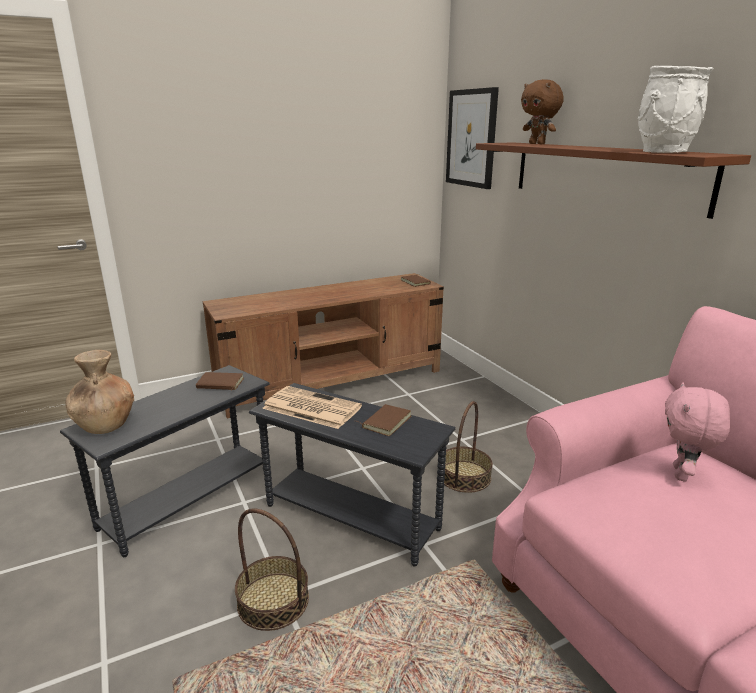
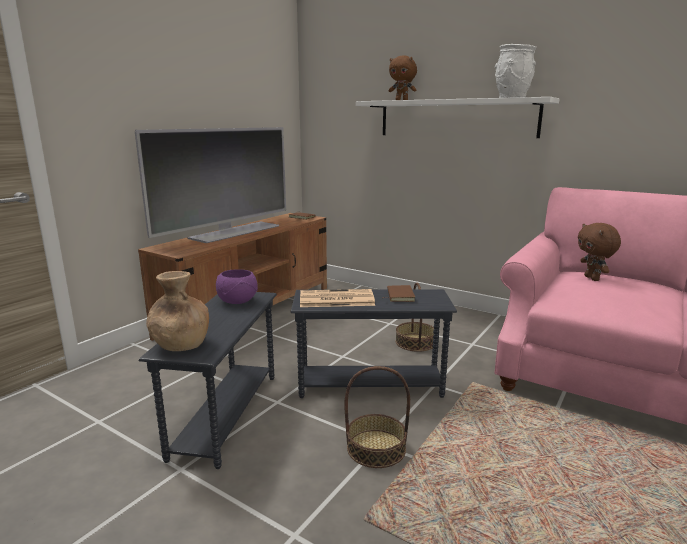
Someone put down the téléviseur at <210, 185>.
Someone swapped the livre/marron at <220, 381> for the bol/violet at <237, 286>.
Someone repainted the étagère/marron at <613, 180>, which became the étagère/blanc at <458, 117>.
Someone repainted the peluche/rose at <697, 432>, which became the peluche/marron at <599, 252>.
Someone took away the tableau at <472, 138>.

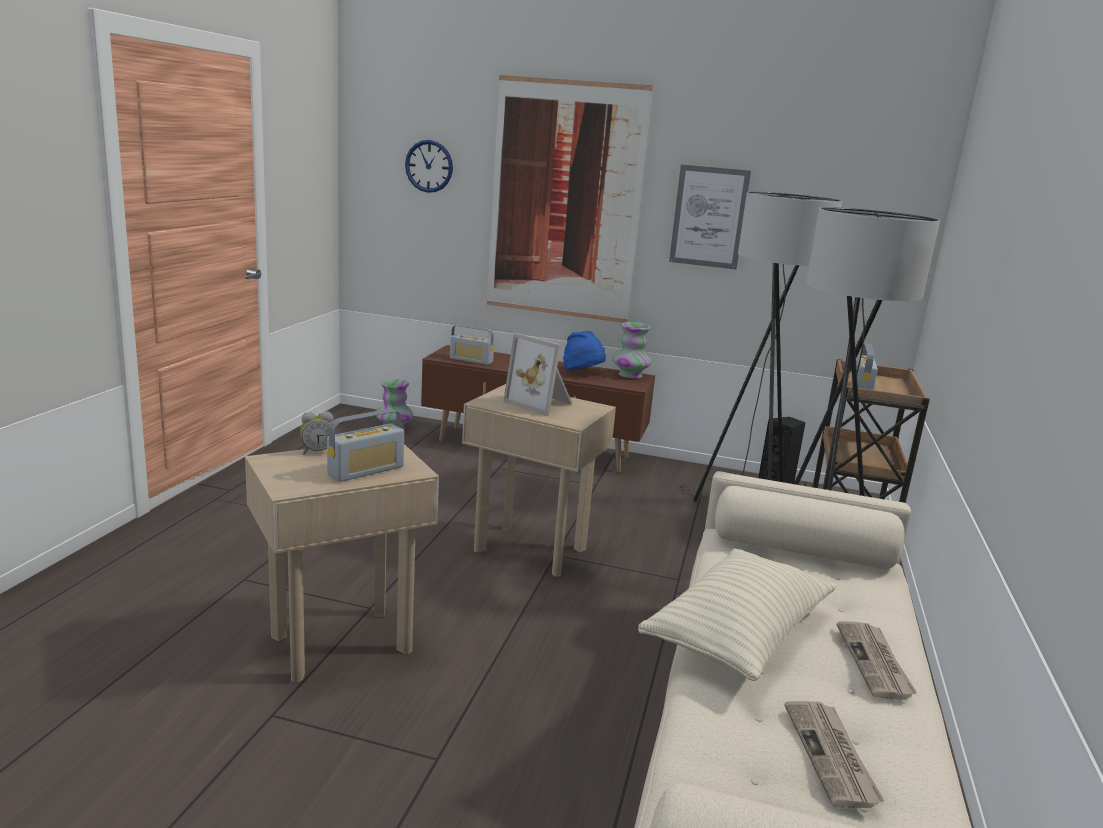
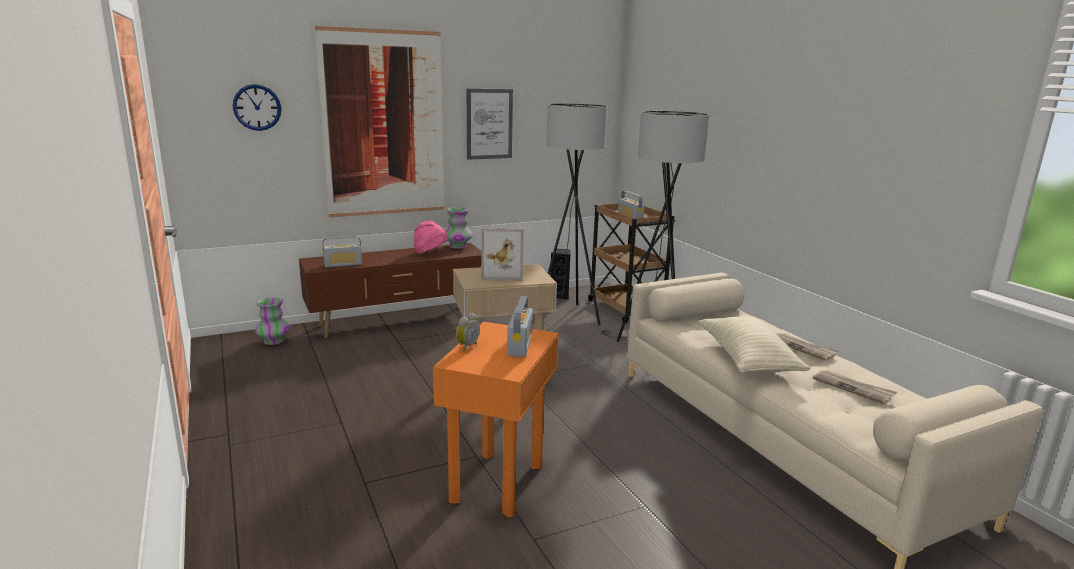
Someone repainted the chapeau/bleu at <584, 350>, which became the chapeau/rose at <430, 237>.
Someone repainted the table d'appoint/beige at <342, 563>, which became the table d'appoint/orange at <496, 419>.

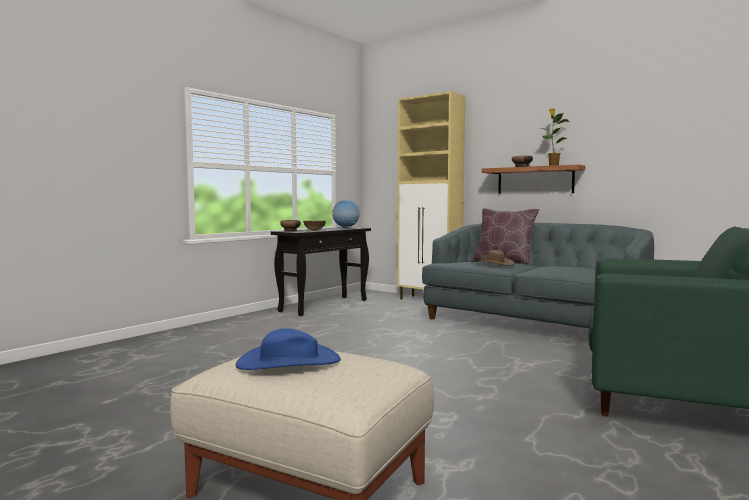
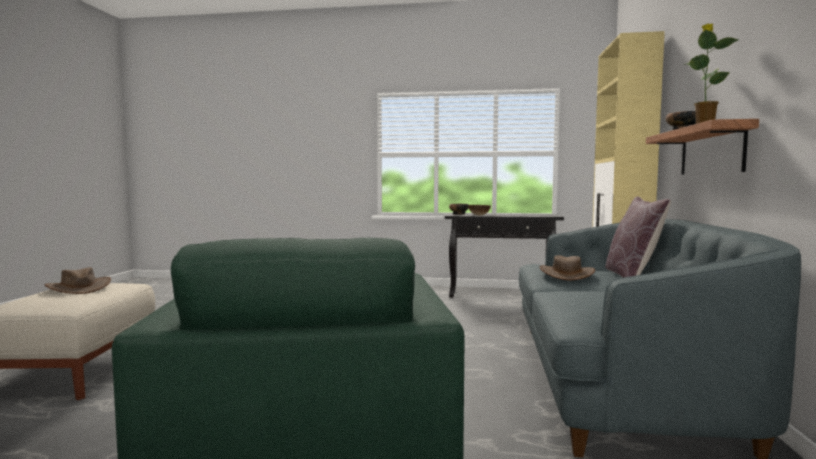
Someone repainted the chapeau/bleu at <288, 349>, which became the chapeau/marron at <77, 280>.
Someone took away the globe at <346, 214>.

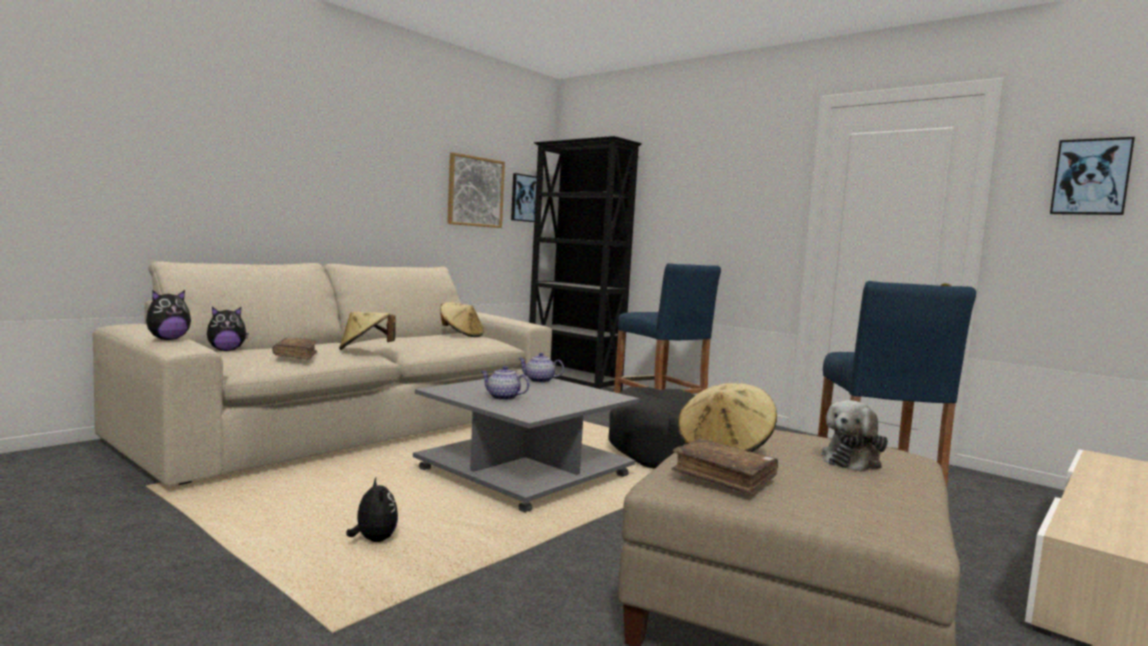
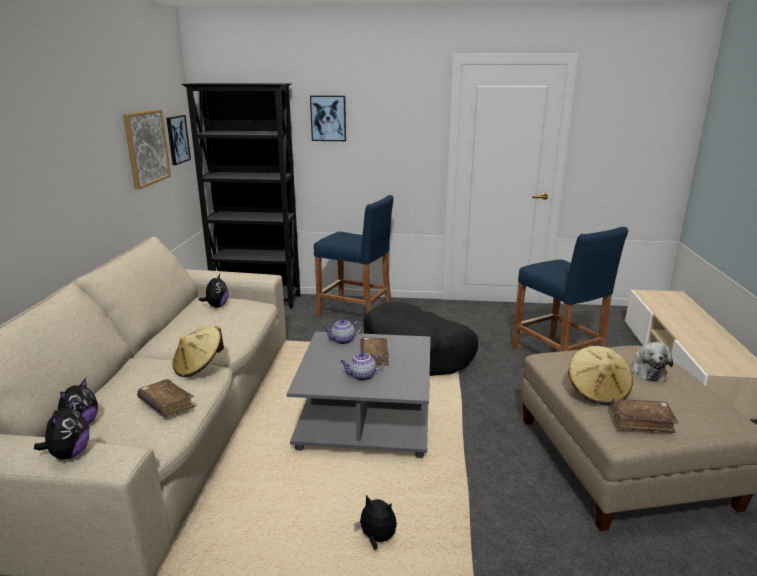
Someone swapped the chapeau/beige at <462, 319> for the peluche at <214, 290>.
Someone carried the tableau from <1092, 176> to <328, 118>.
Someone put down the livre/marron at <375, 351>.

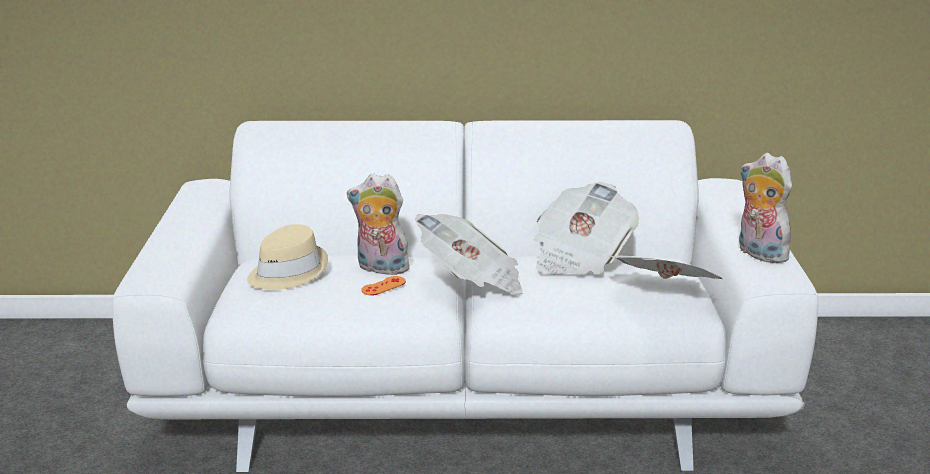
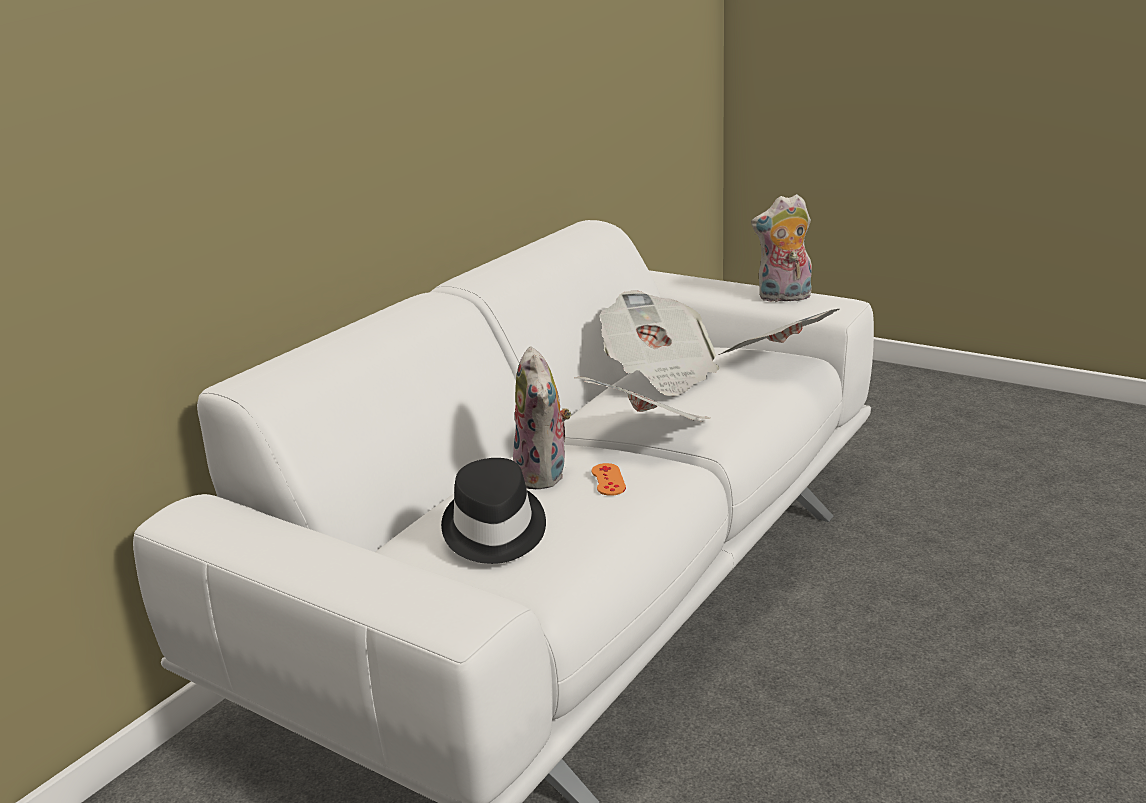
Someone repainted the chapeau/beige at <287, 257>, which became the chapeau/noir at <493, 511>.
Someone rotated the peluche at <380, 224> by 60 degrees counterclockwise.

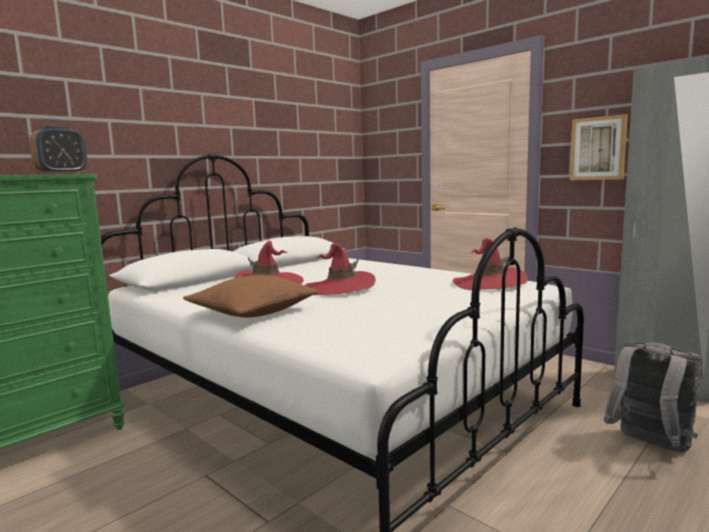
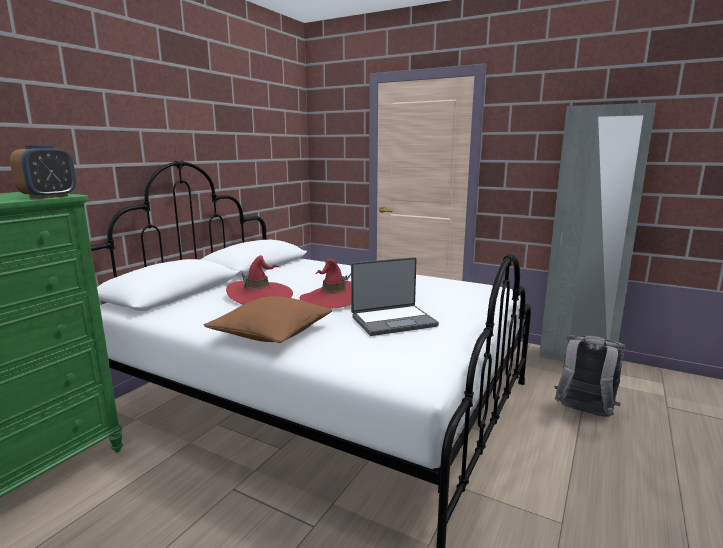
Someone put down the ordinateur portable at <395, 296>.
Someone took away the chapeau/rouge at <490, 264>.
Someone took away the tableau at <599, 147>.

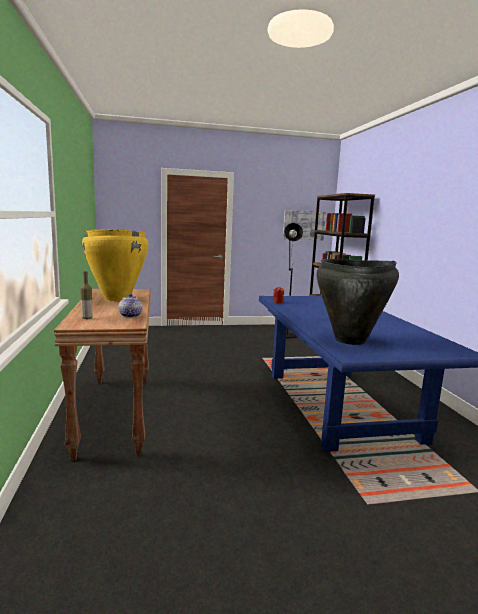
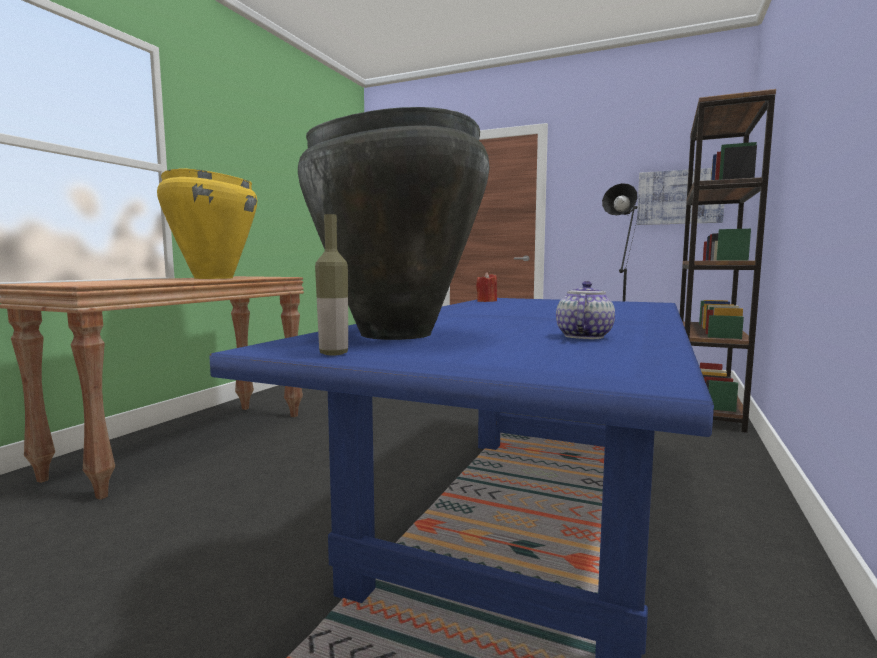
Someone carried the bouteille from <86, 295> to <331, 285>.
Someone carried the théière from <130, 306> to <585, 310>.

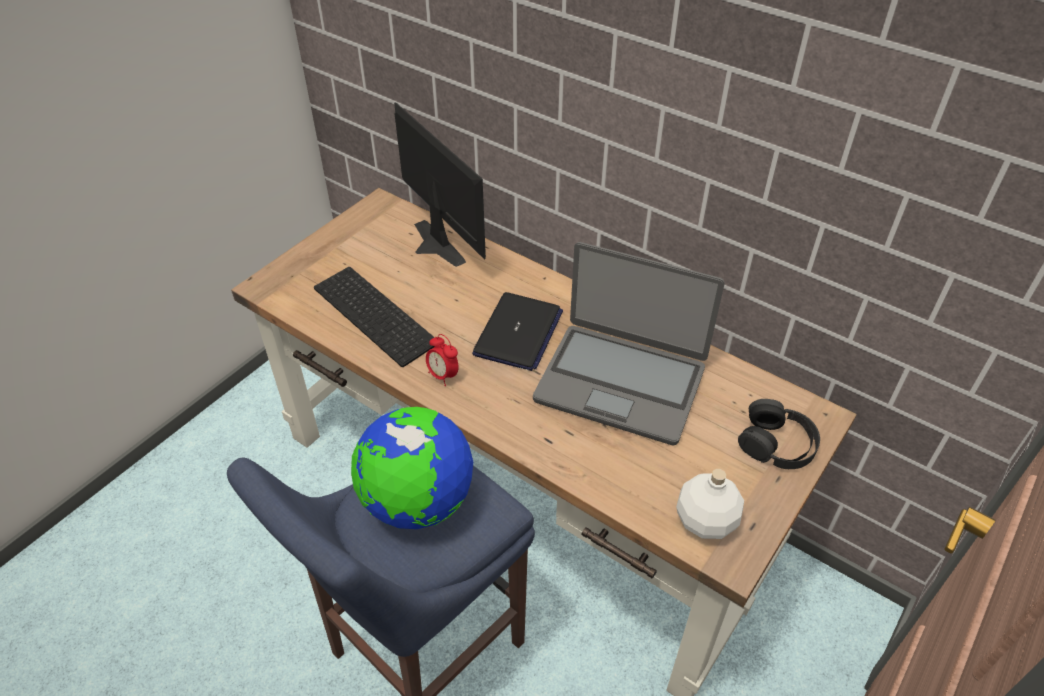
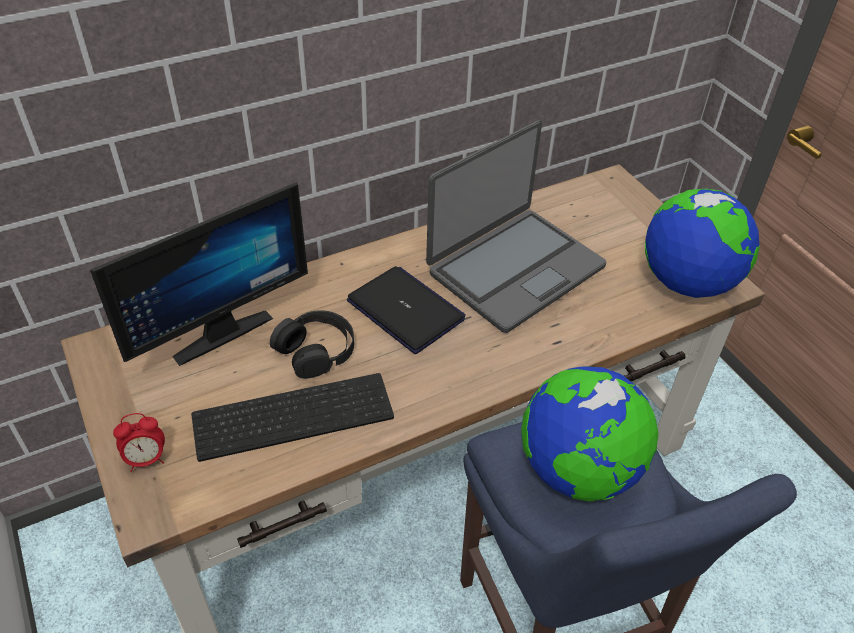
Someone rotated the écran d'ordinateur at <440, 184> by 150 degrees clockwise.
Someone carried the réveil from <442, 360> to <139, 442>.
Someone carried the casque audio/noir from <779, 434> to <312, 344>.
Someone swapped the bouteille/blanc at <710, 504> for the globe at <702, 243>.

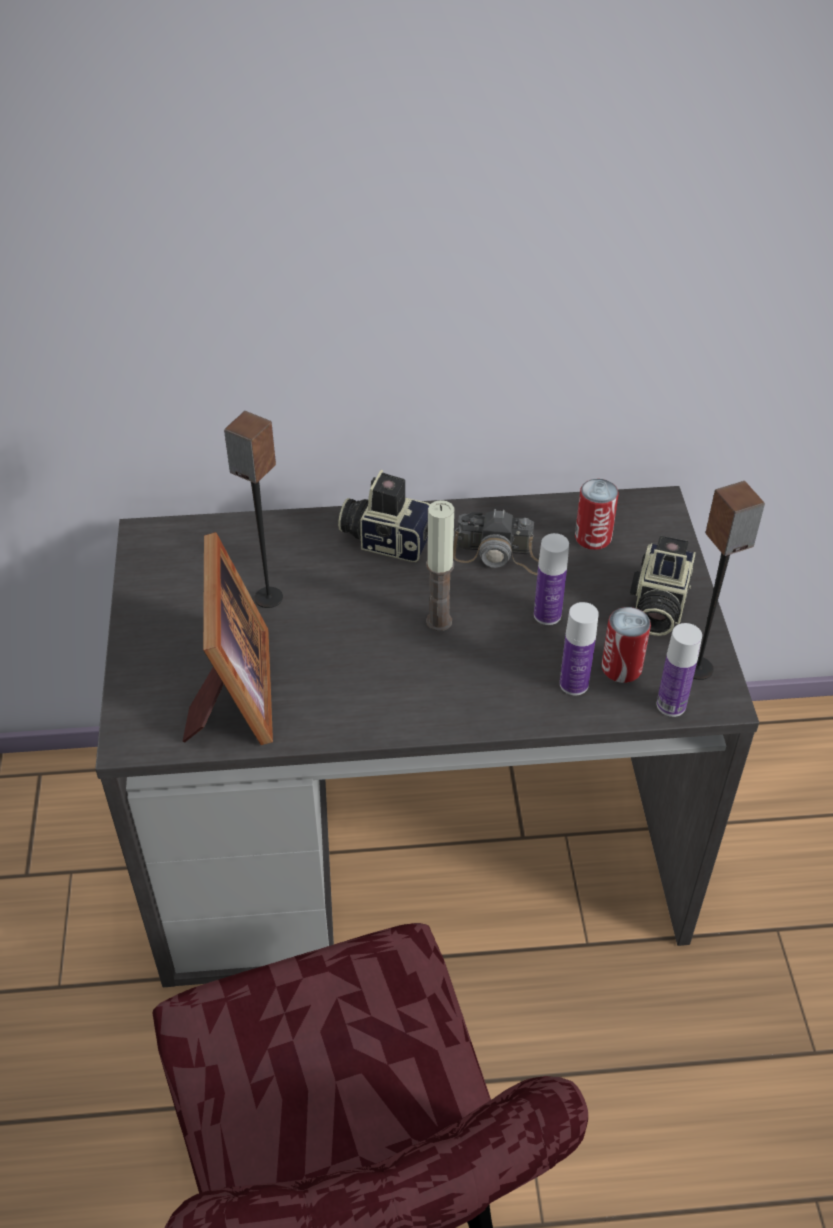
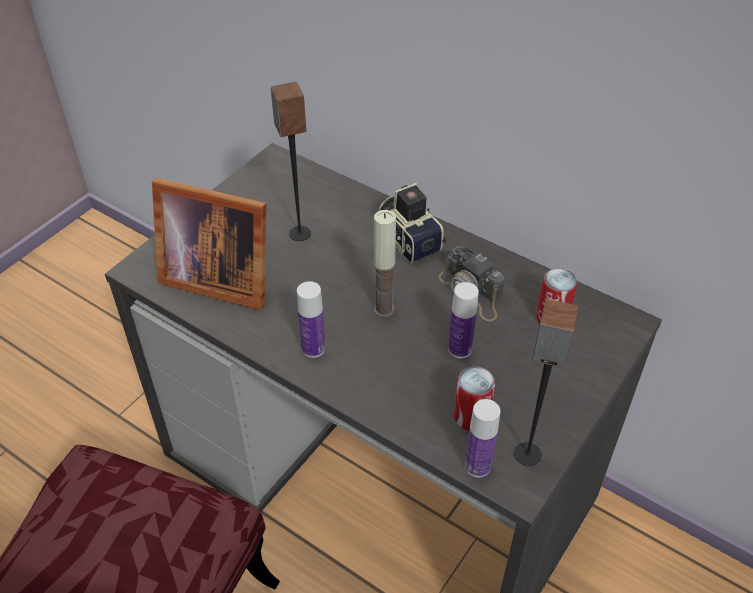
Someone rotated the cadre photo at <227, 638> by 75 degrees clockwise.
Someone carried the bouteille from <579, 648> to <311, 319>.
Someone took away the appareil photo at <663, 586>.

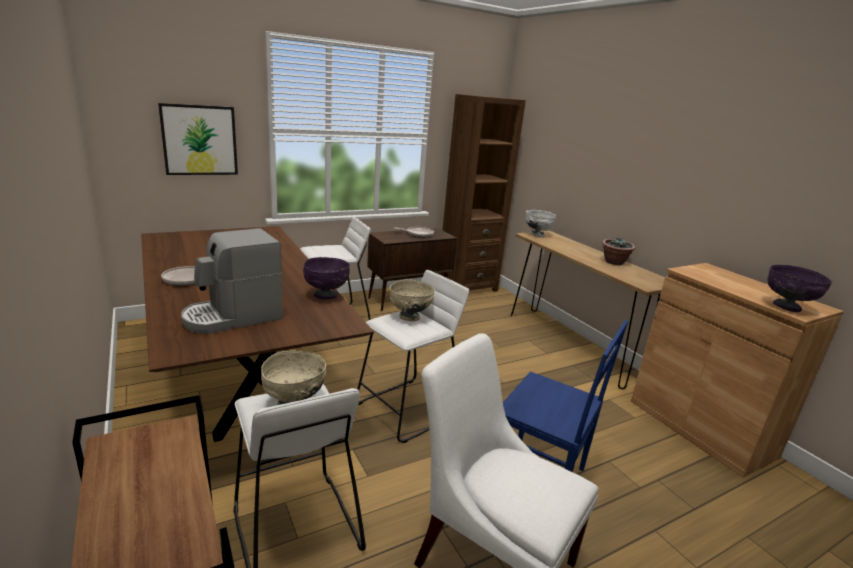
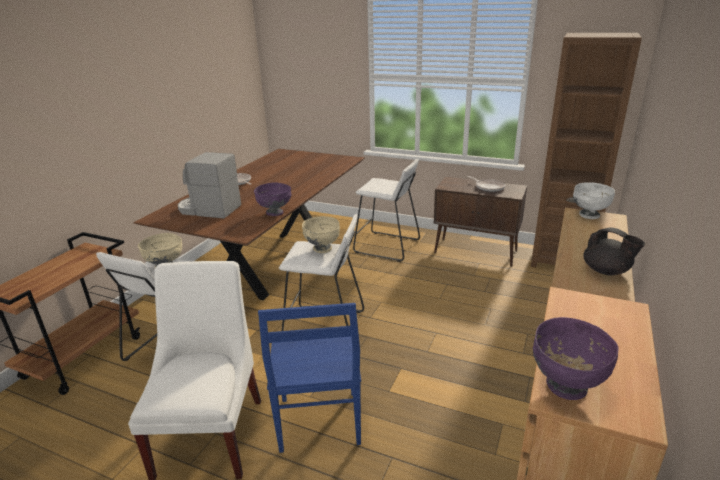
Someone swapped the plante en pot at <618, 251> for the théière/noir at <614, 251>.
Someone took away the tableau at <198, 139>.

